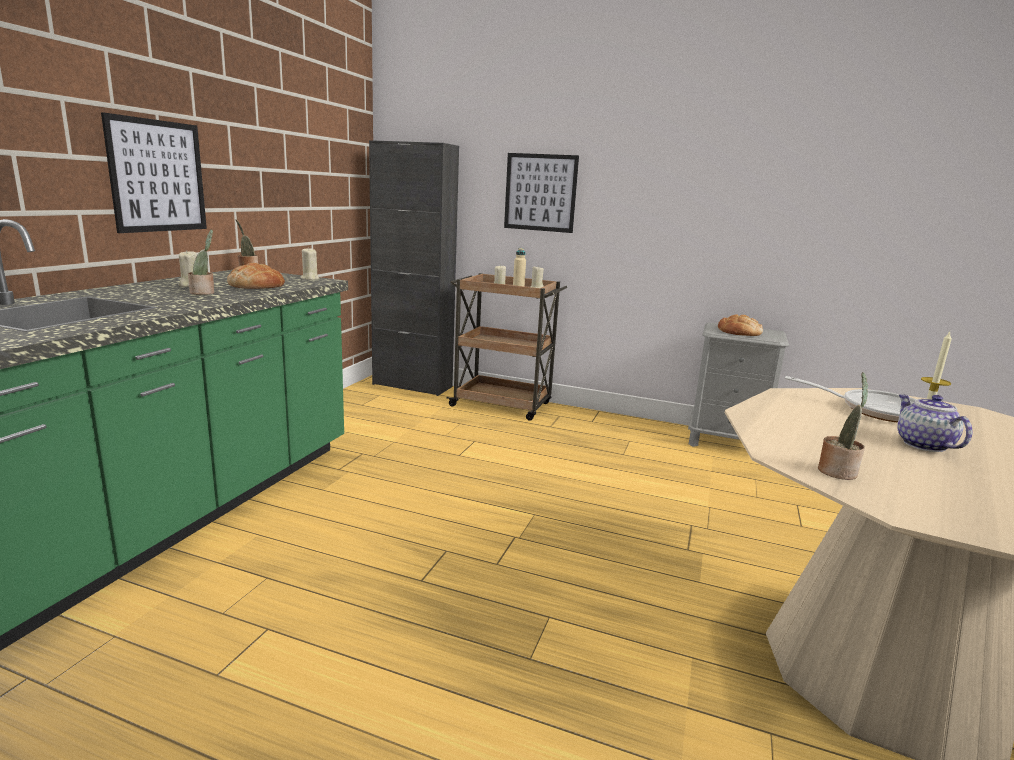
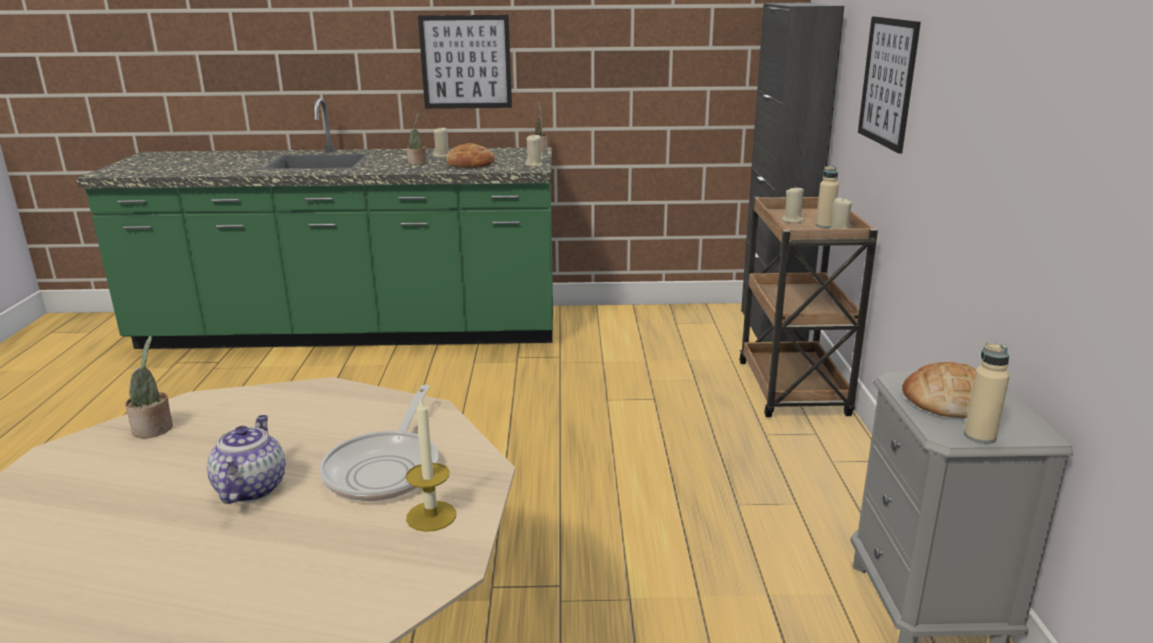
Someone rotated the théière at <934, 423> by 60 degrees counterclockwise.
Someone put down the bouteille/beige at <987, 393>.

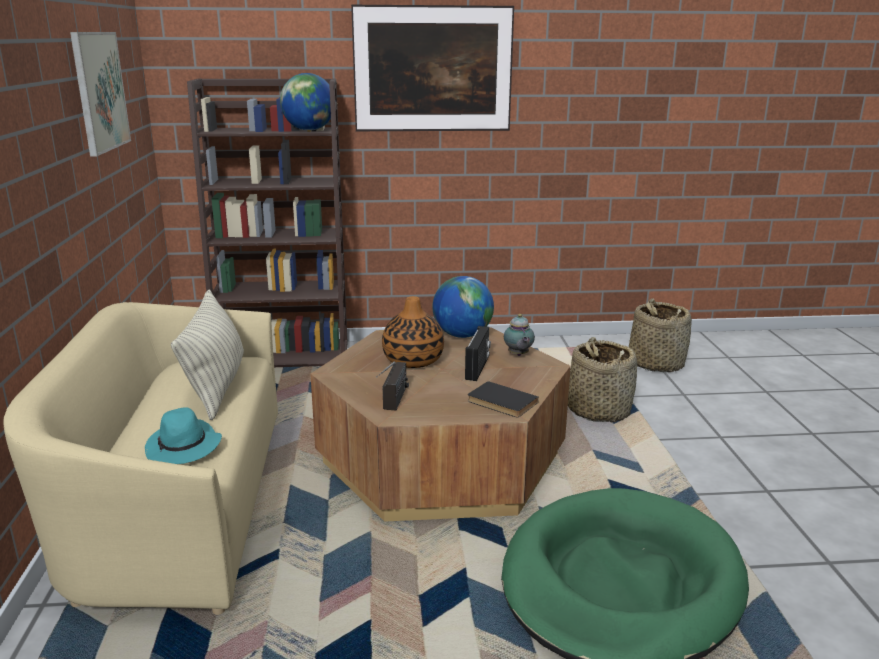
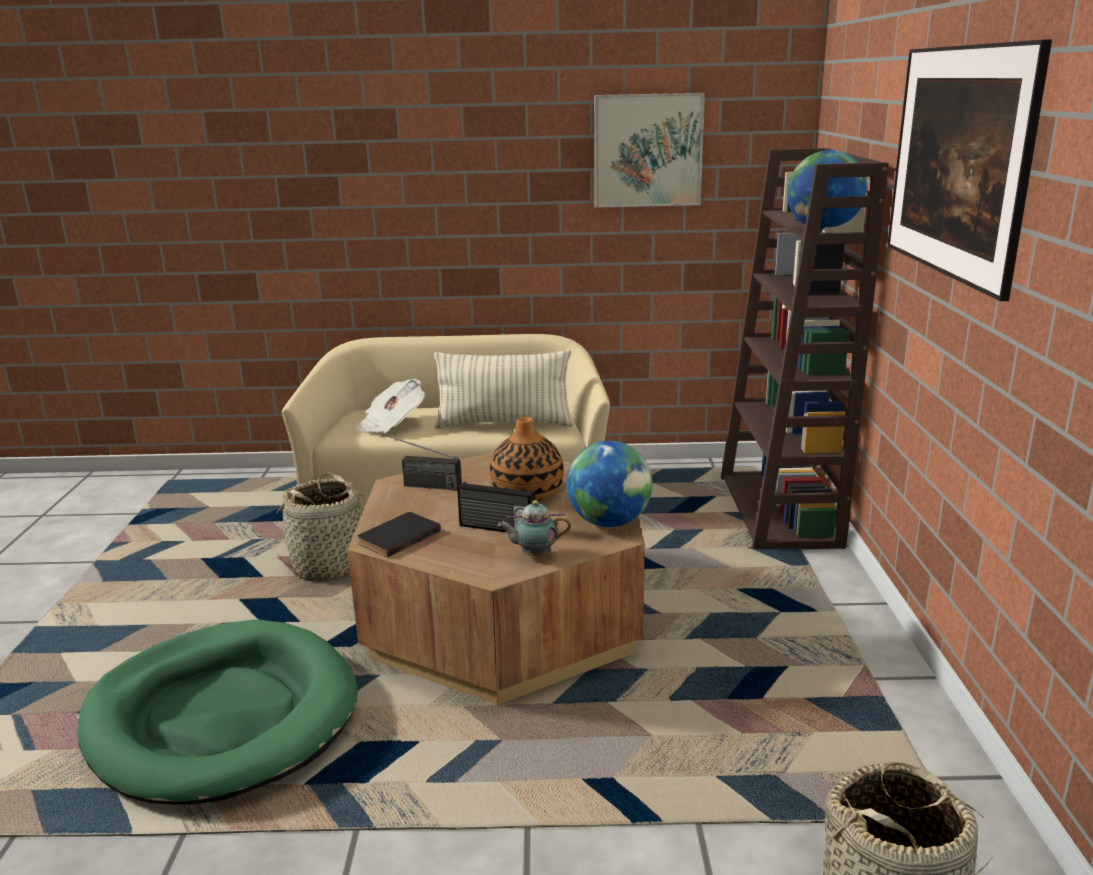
Someone carried the panier from <602, 380> to <321, 526>.
Someone swapped the chapeau/turquoise at <183, 435> for the journal at <390, 406>.

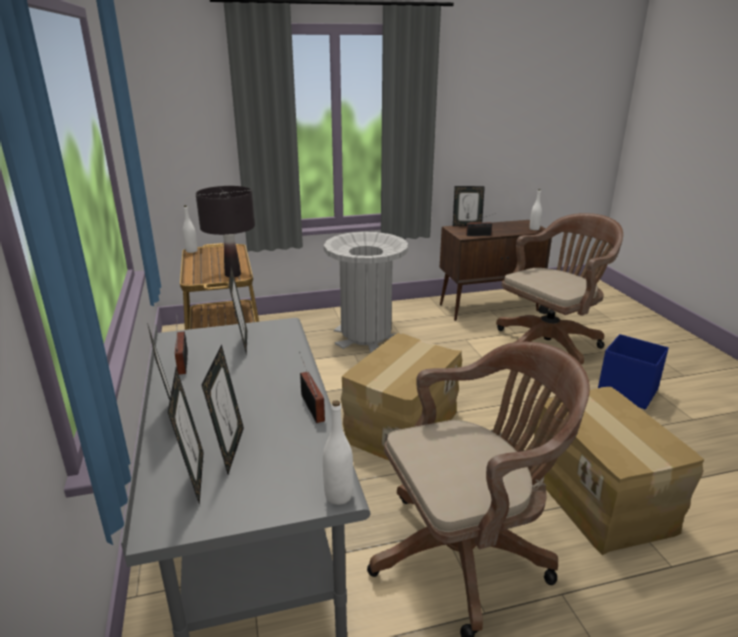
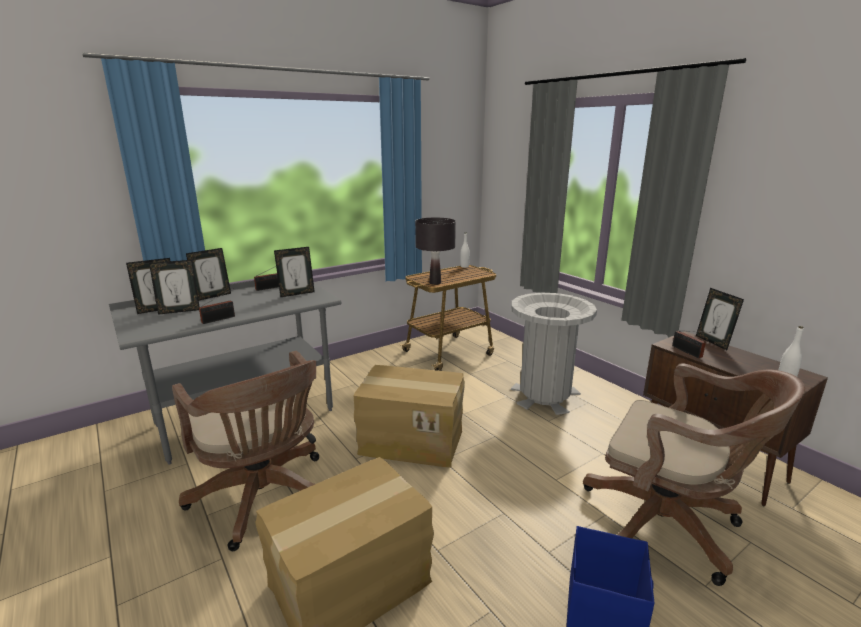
Someone took away the bouteille/blanc at <338, 452>.

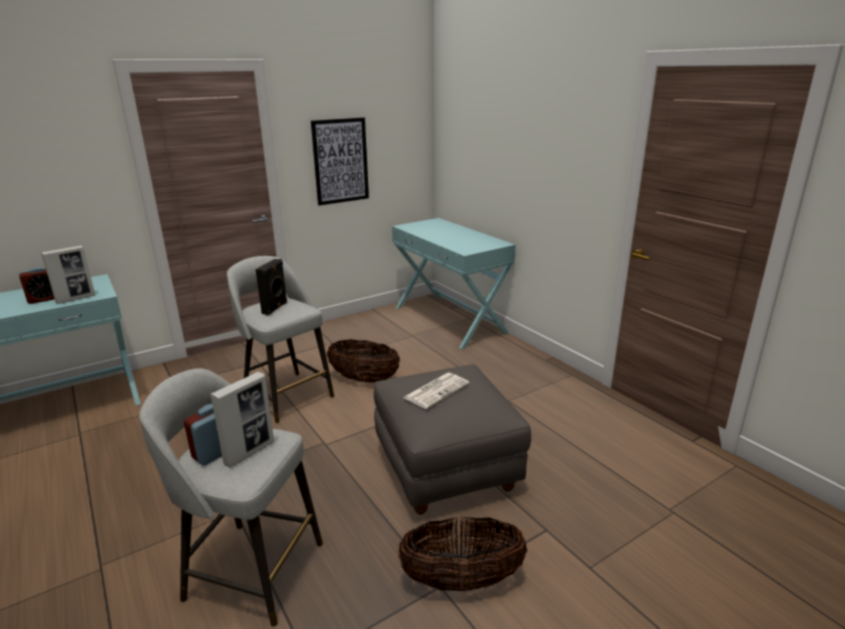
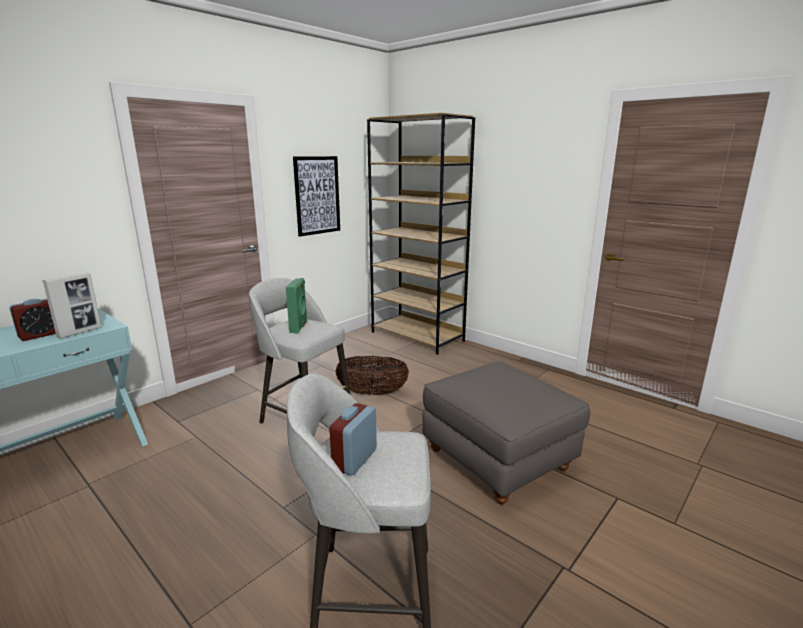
Someone repainted the enceinte/noir at <271, 287>, which became the enceinte/vert at <297, 306>.
Someone swapped the table console/turquoise at <454, 283> for the bibliothèque/marron at <421, 234>.
Someone took away the cadre photo at <242, 420>.
Someone took away the panier at <462, 553>.
Someone took away the journal at <436, 391>.

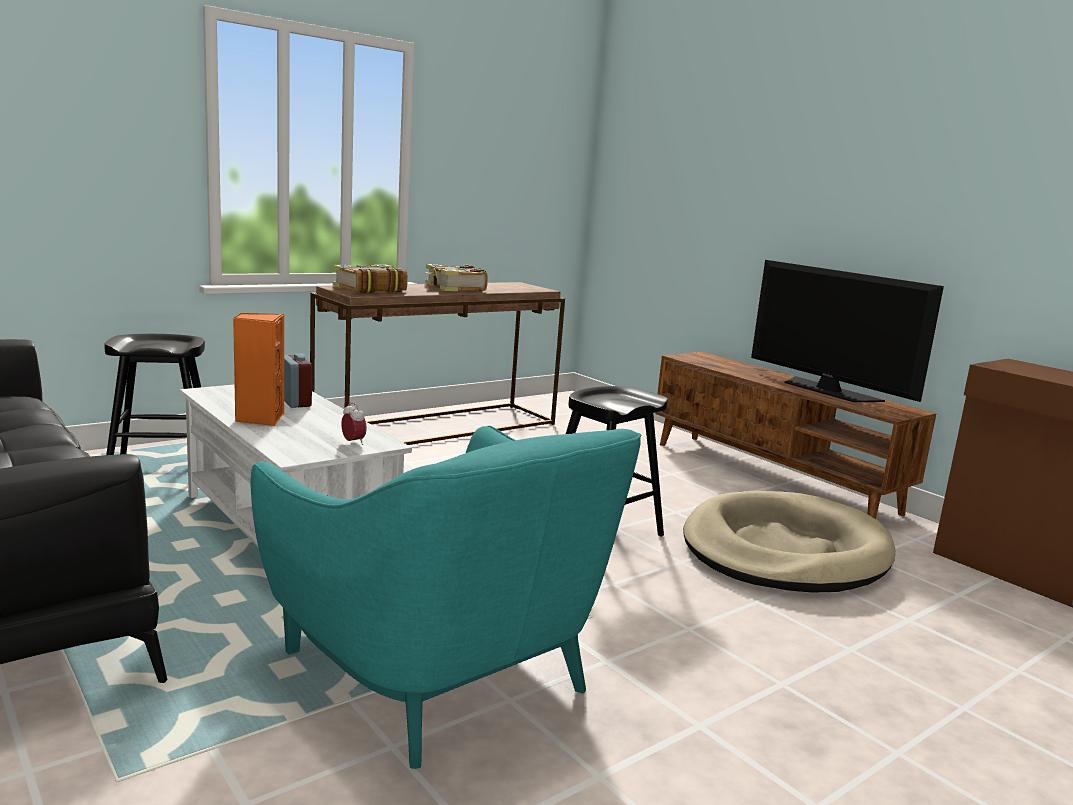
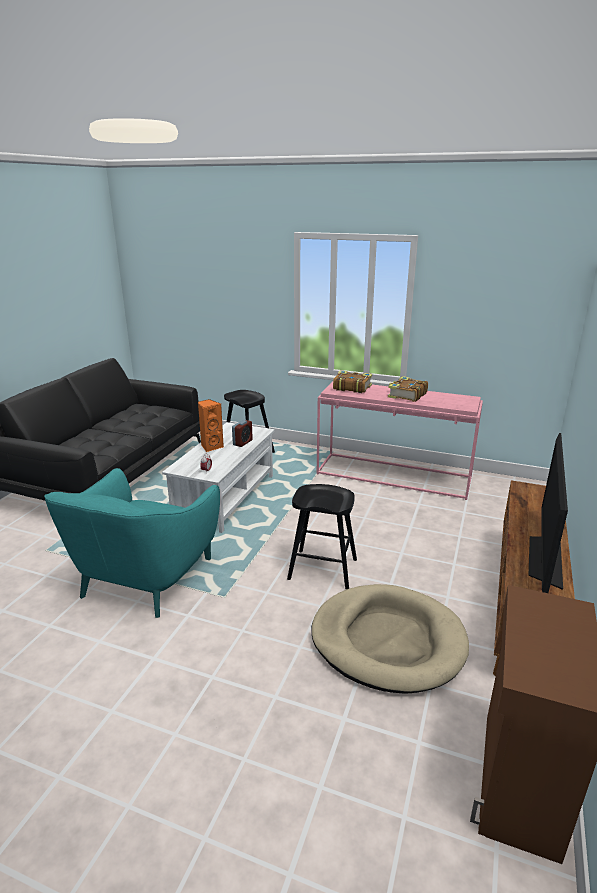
Someone repainted the table console/marron at <437, 363>, which became the table console/rose at <400, 441>.

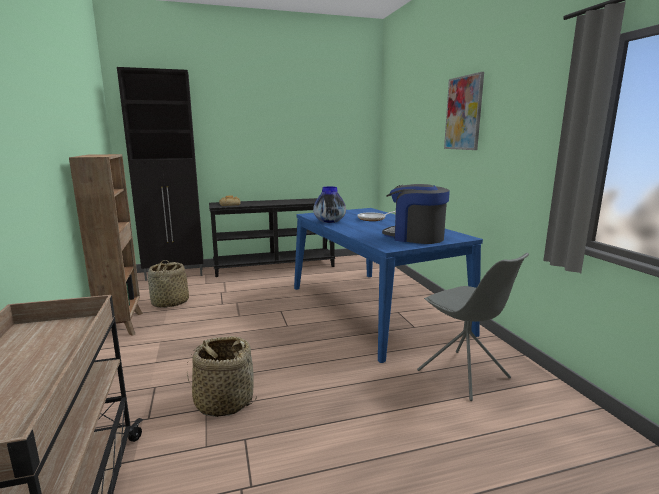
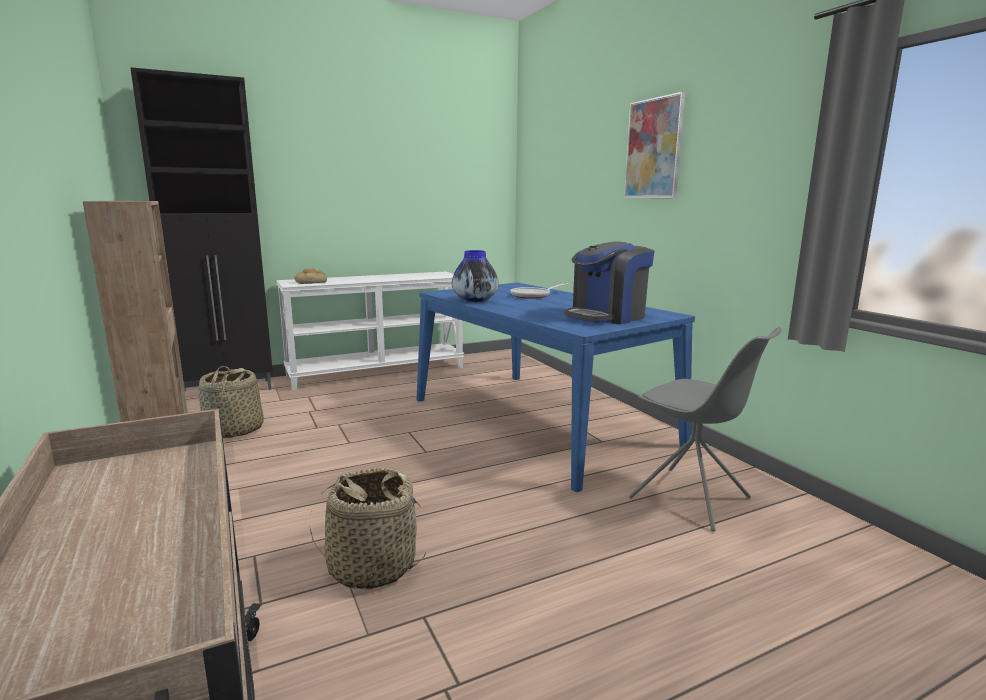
Someone repainted the table console/noir at <272, 237>, which became the table console/blanc at <370, 331>.
Someone rotated the machine à café at <416, 214> by 60 degrees counterclockwise.

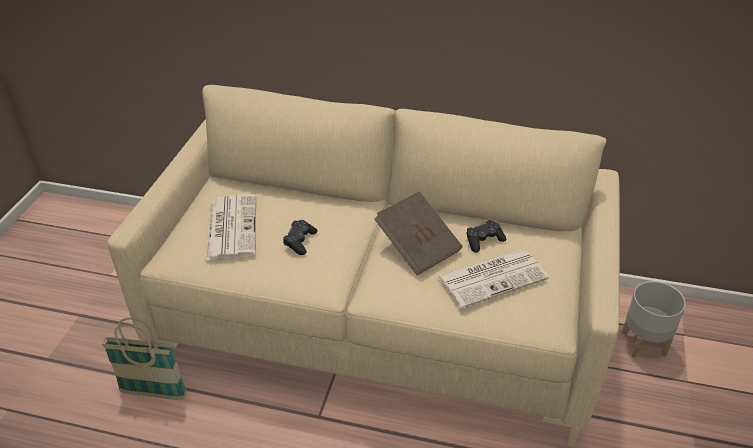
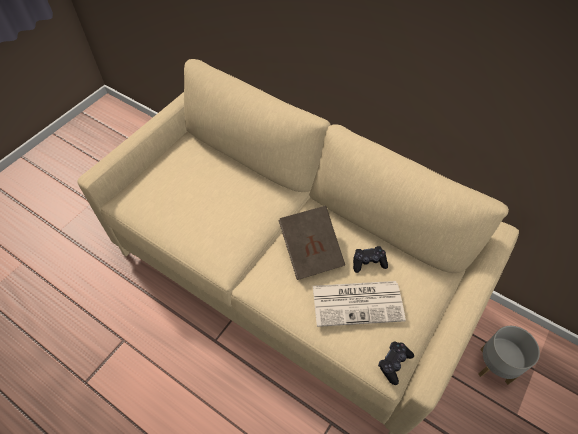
Someone carried the manette/noir from <300, 237> to <396, 363>.
Someone took away the panier at <144, 359>.
Someone took away the journal at <231, 227>.

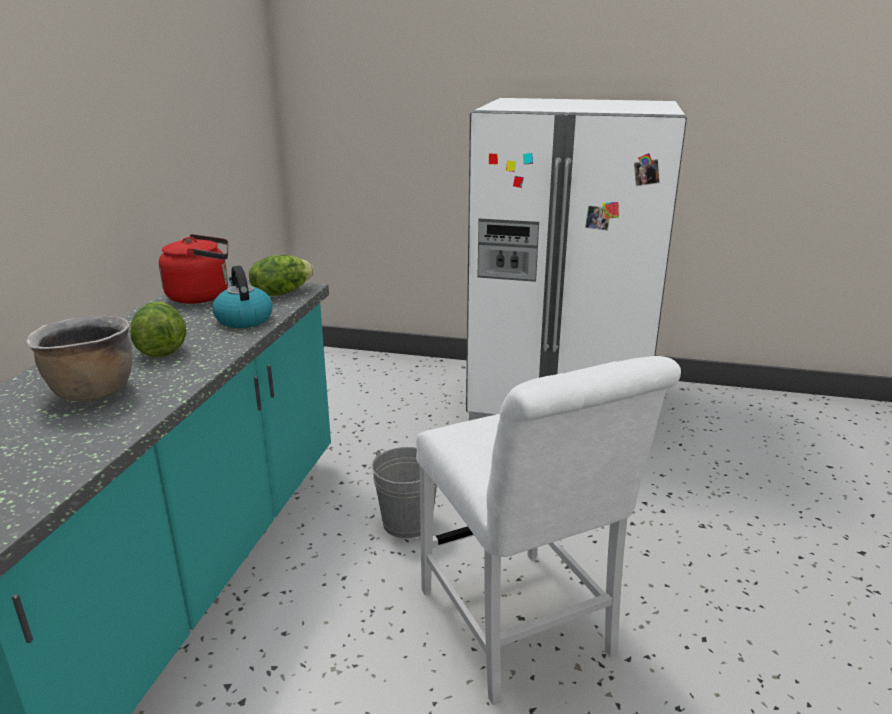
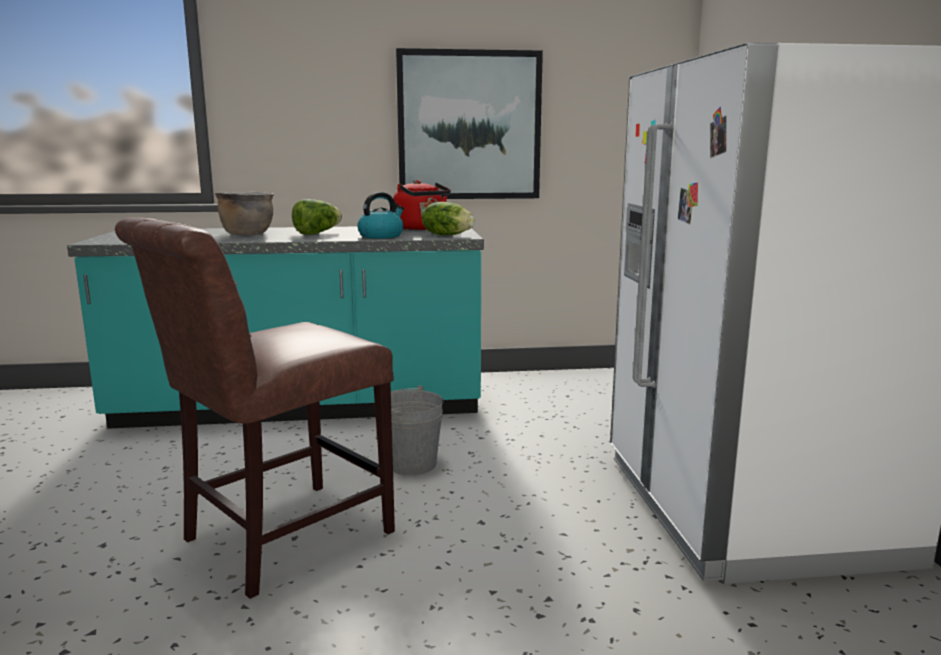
Someone repainted the chaise/blanc at <548, 530>, which became the chaise/marron at <255, 408>.
Someone put up the tableau at <469, 123>.

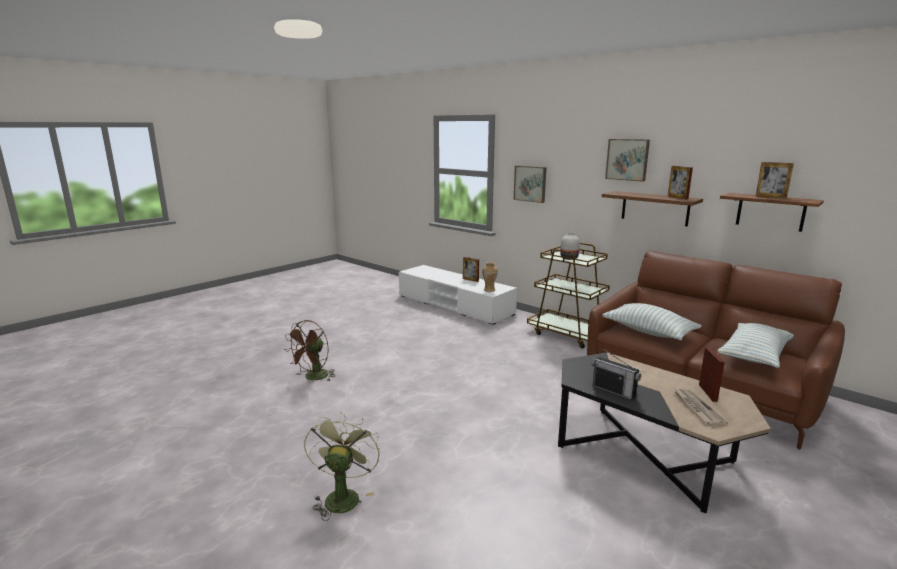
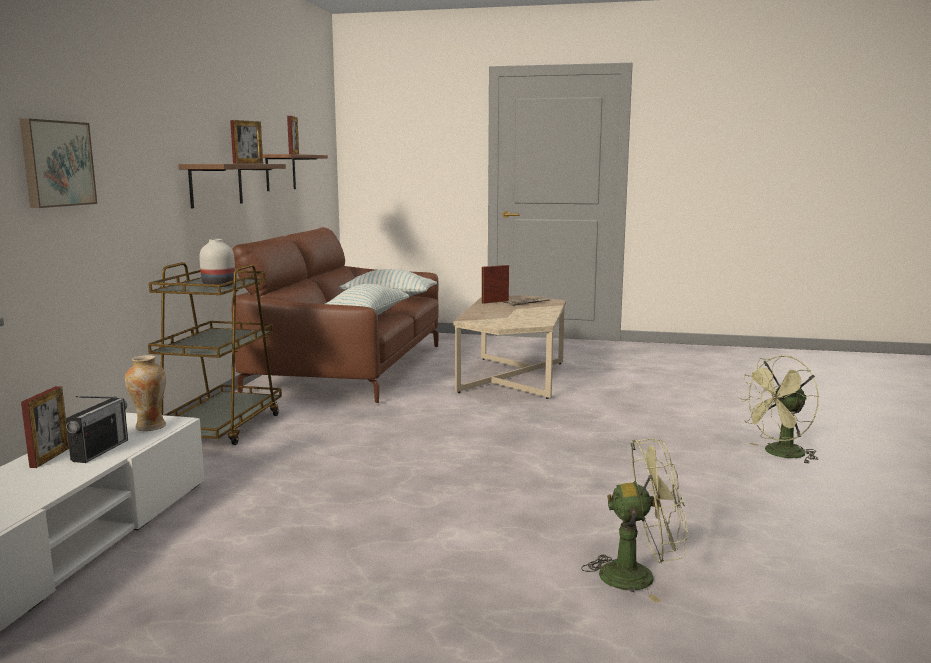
Someone carried the radio from <616, 374> to <97, 429>.
Someone repainted the table basse/noir at <664, 433>, which became the table basse/beige at <509, 347>.
Someone repainted the ventilateur/marron at <309, 350>, which became the ventilateur/vert at <634, 520>.
Someone took away the tableau at <627, 160>.

